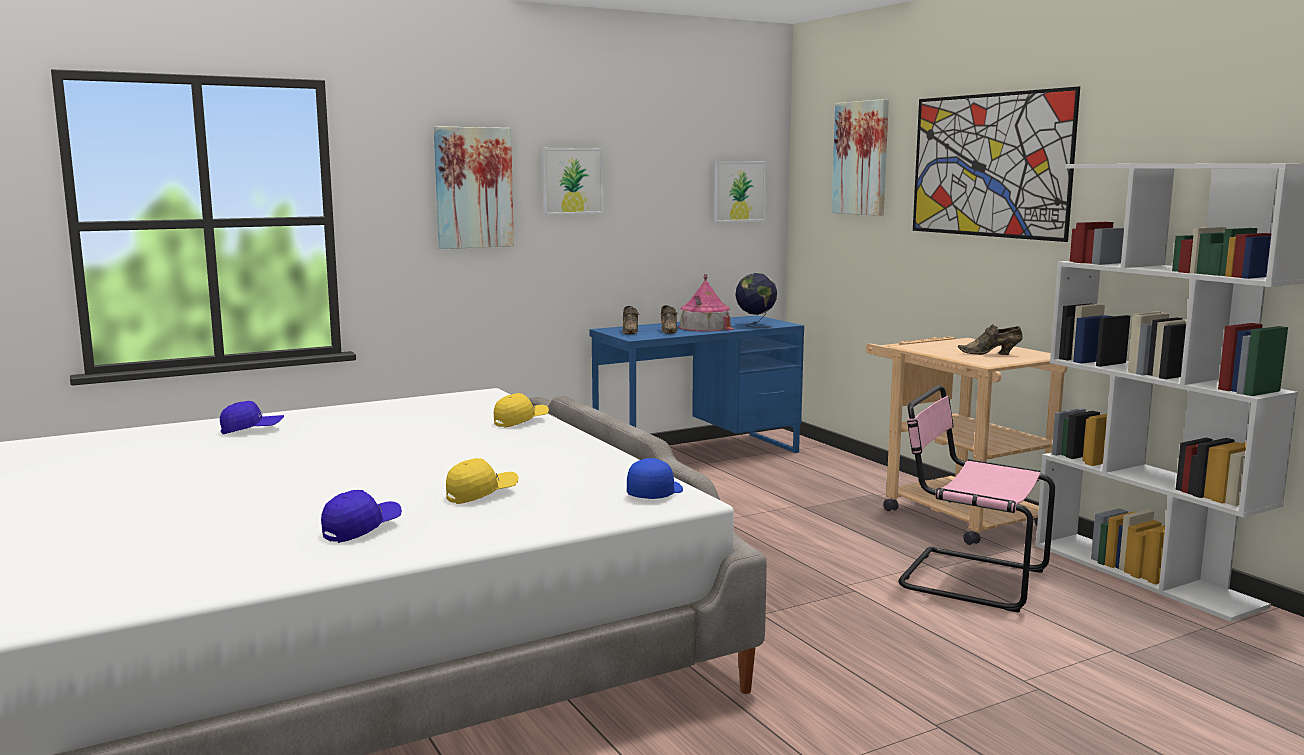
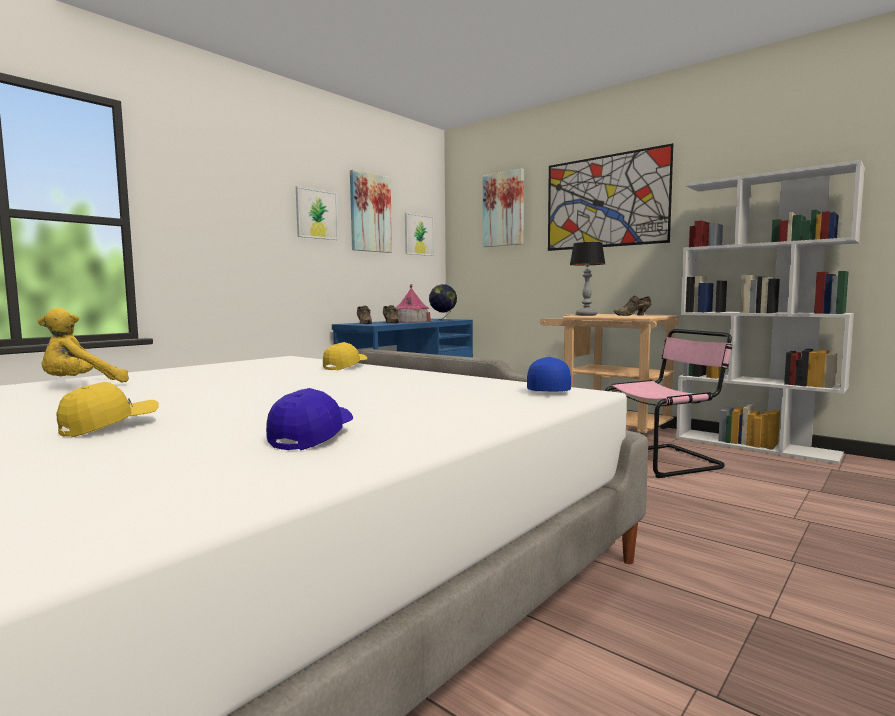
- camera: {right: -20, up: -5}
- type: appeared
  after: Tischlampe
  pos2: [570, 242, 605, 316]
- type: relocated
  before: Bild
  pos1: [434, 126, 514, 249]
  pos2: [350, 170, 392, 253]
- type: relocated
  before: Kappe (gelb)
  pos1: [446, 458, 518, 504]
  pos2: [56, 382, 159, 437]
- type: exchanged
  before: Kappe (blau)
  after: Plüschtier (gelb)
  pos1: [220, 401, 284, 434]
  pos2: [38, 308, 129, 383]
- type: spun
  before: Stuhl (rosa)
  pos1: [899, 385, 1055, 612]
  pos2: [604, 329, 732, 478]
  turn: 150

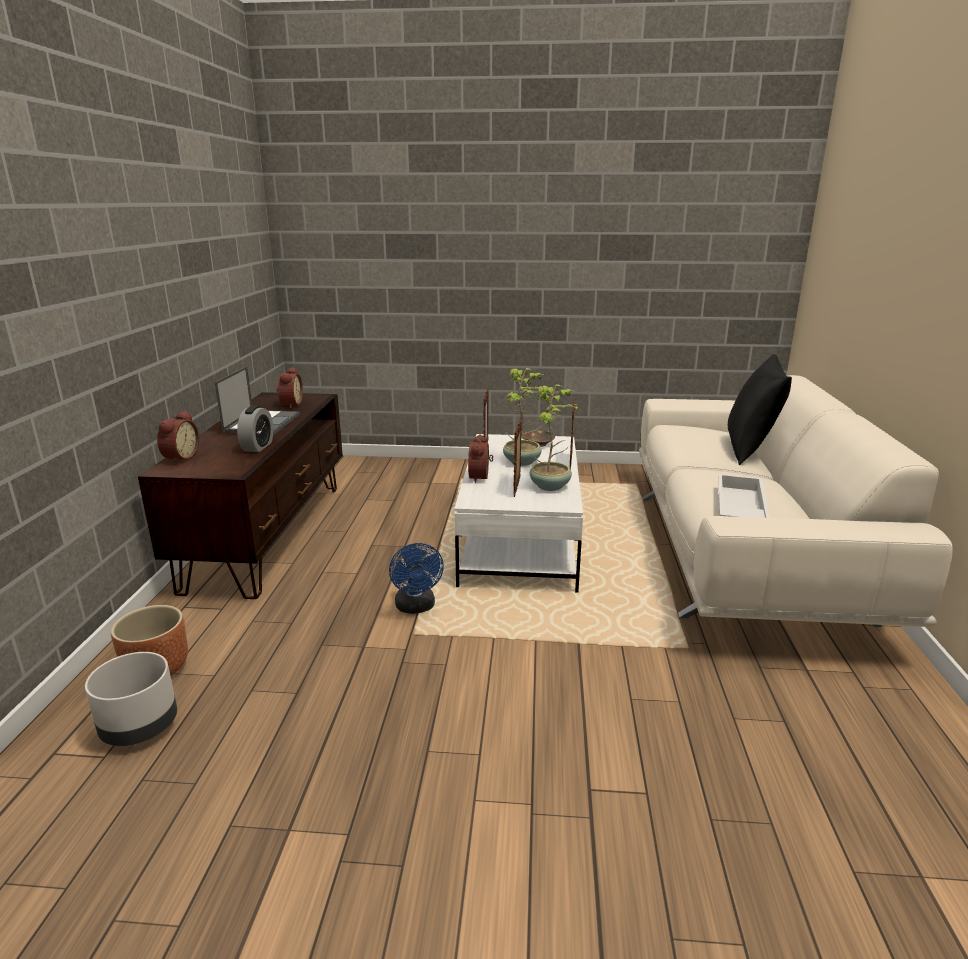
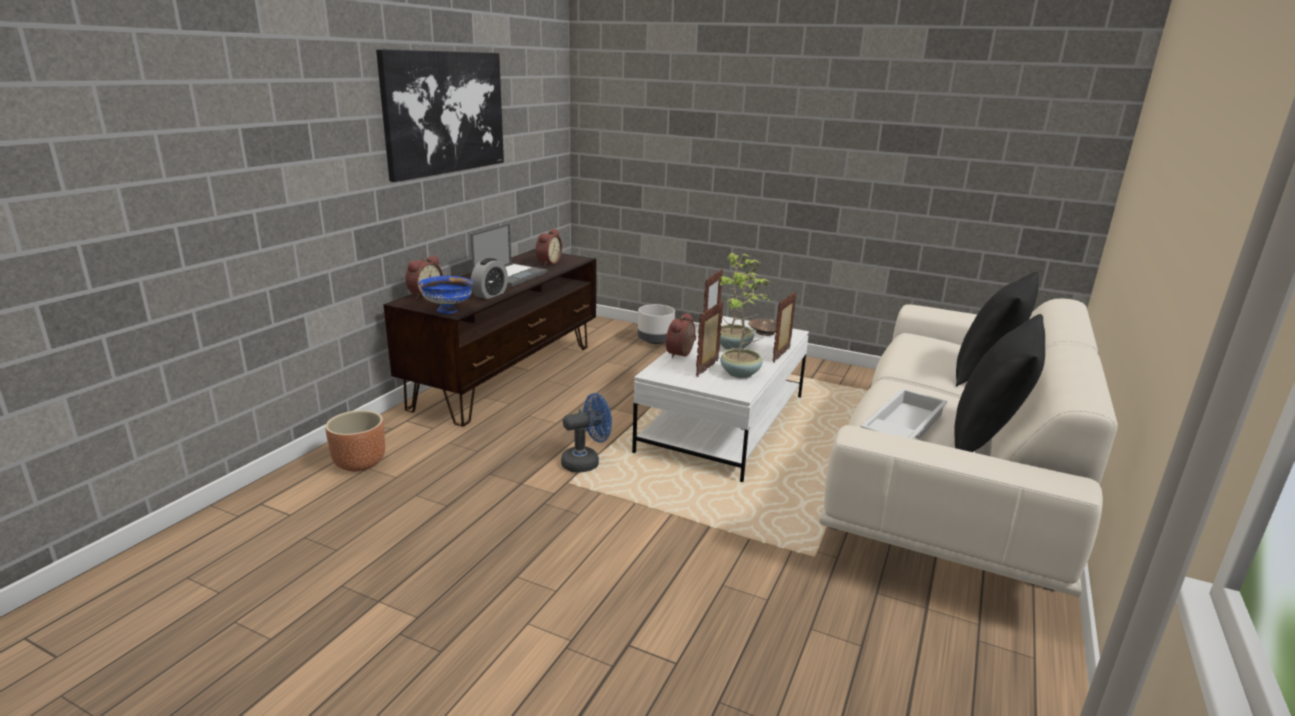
- camera: {right: 20, up: 0}
- type: appeared
  after: Bild
  pos2: [376, 49, 504, 182]
- type: appeared
  after: Schüssel (blau)
  pos2: [419, 276, 474, 314]
- type: appeared
  after: Kissen (schwarz)
  pos2: [954, 314, 1045, 452]
- type: relocated
  before: Pflanzkübel (grau)
  pos1: [85, 652, 177, 746]
  pos2: [638, 304, 675, 344]
- type: spun
  before: Ventilator (blau)
  pos1: [389, 543, 444, 614]
  pos2: [561, 393, 612, 473]
  turn: -120

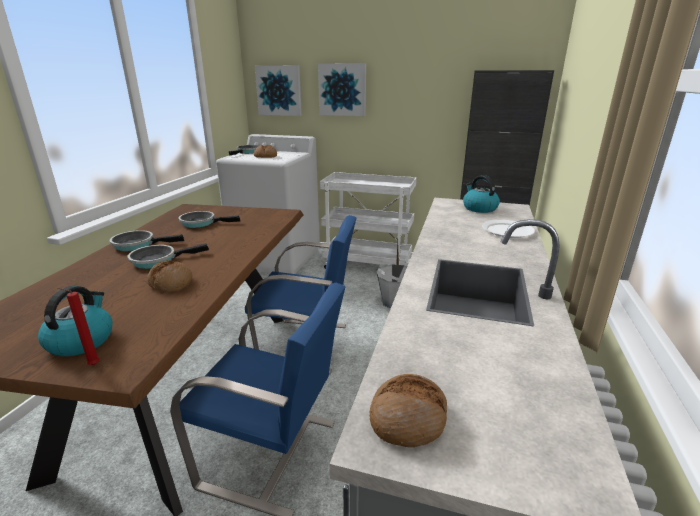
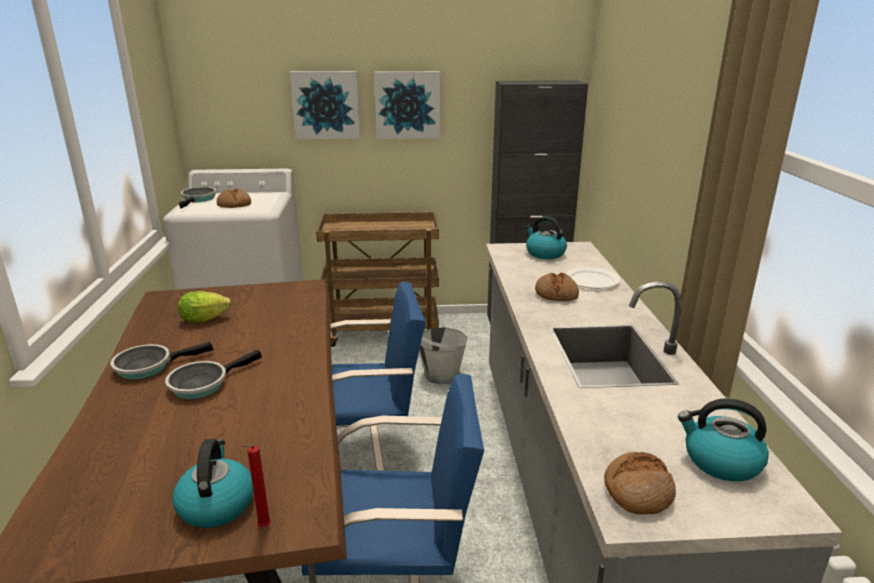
- camera: {right: -20, up: 0}
- type: appeared
  after: Wasserkessel
  pos2: [678, 398, 769, 481]
- type: relocated
  before: Brot
  pos1: [147, 260, 192, 292]
  pos2: [535, 272, 579, 301]
- type: relocated
  before: Bild
  pos1: [255, 65, 302, 116]
  pos2: [374, 71, 440, 139]
- type: exchanged
  before: Pfanne
  after: Salatkopf
  pos1: [178, 211, 240, 228]
  pos2: [178, 291, 231, 322]
- type: colour
  before: Rollwagen (weiß)
  after: Rollwagen (braun)
  pos1: [320, 172, 417, 269]
  pos2: [316, 212, 439, 347]

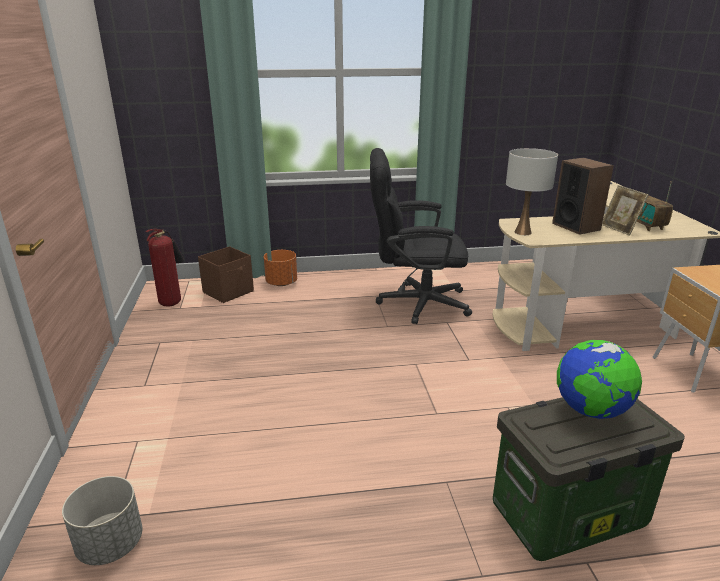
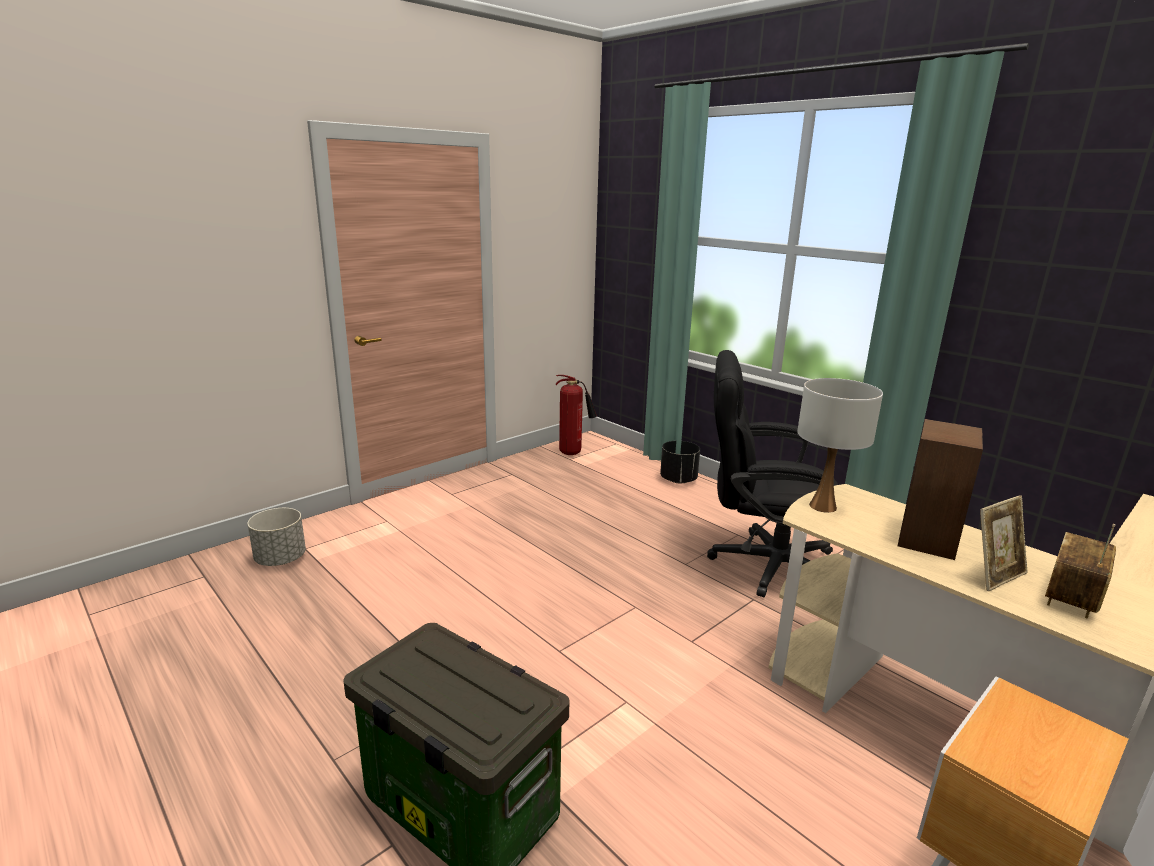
- camera: {right: 55, up: -5}
- type: missing
  before: Aufbewahrungsbox (braun)
  pos1: [198, 247, 254, 303]
- type: missing
  before: Globus
  pos1: [557, 340, 642, 419]
- type: colour
  before: Pflanzkübel (orange)
  after: Pflanzkübel (schwarz)
  pos1: [264, 250, 297, 286]
  pos2: [660, 441, 700, 483]
- type: spun
  before: Bürostuhl (schwarz)
  pos1: [370, 148, 472, 324]
  pos2: [707, 350, 838, 597]
  turn: -45
- type: spun
  before: Bilderrahmen
  pos1: [602, 185, 649, 236]
  pos2: [980, 495, 1028, 591]
  turn: -150

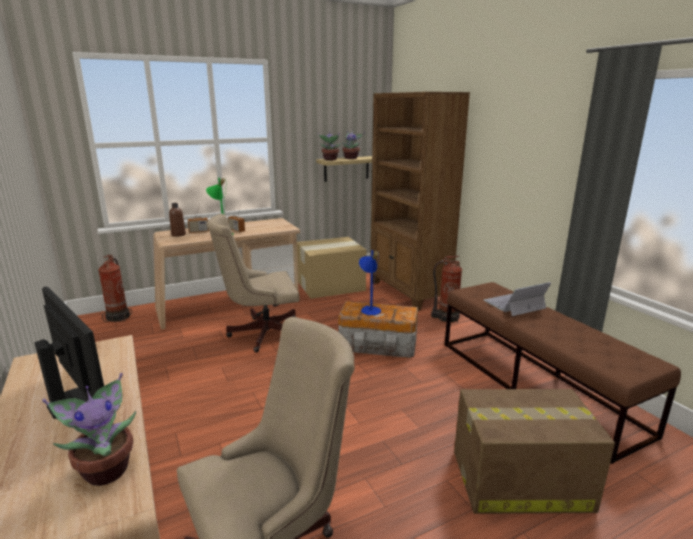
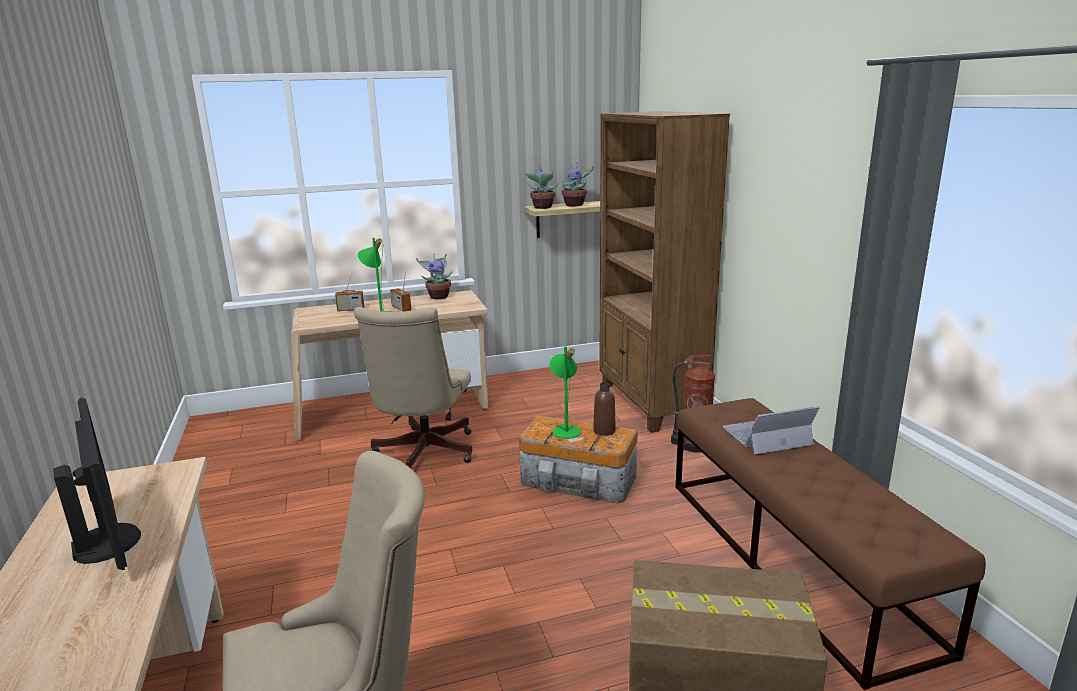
- camera: {right: 10, up: 0}
- type: missing
  before: Feuerlöscher
  pos1: [98, 255, 132, 322]
- type: missing
  before: Karton
  pos1: [297, 237, 366, 299]
- type: relocated
  before: Topfpflanze
  pos1: [42, 373, 136, 486]
  pos2: [416, 254, 453, 299]
- type: relocated
  before: Flasche (braun)
  pos1: [169, 203, 186, 237]
  pos2: [593, 382, 616, 436]
- type: colour
  before: Tischlampe (blau)
  after: Tischlampe (grün)
  pos1: [359, 250, 381, 315]
  pos2: [549, 346, 581, 439]
- type: spun
  before: Bürostuhl (beige)
  pos1: [207, 214, 299, 353]
  pos2: [354, 307, 473, 469]
  turn: -75

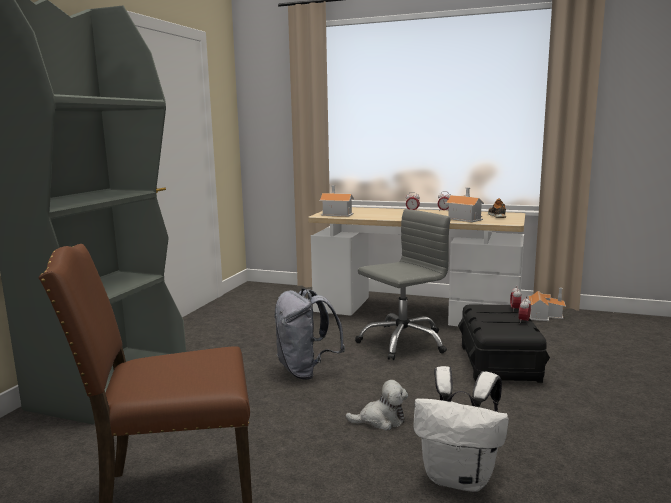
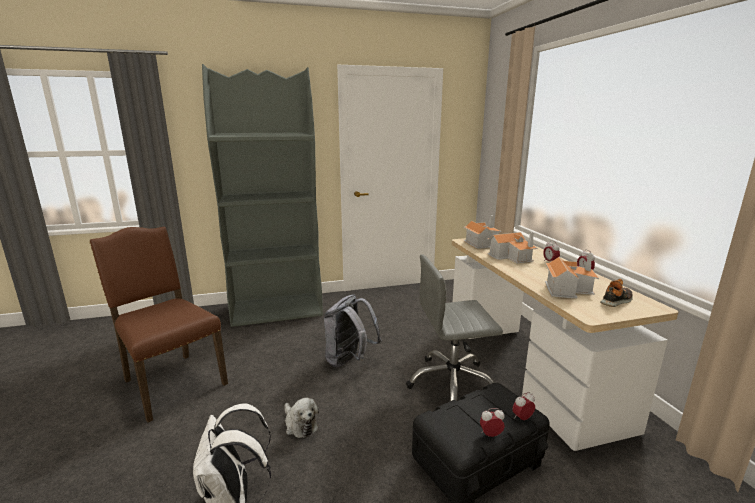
- camera: {right: 55, up: 5}
- type: relocated
  before: Spielzeughaus
  pos1: [528, 288, 566, 321]
  pos2: [487, 232, 537, 263]
- type: spun
  before: Bürostuhl (grau)
  pos1: [355, 209, 451, 360]
  pos2: [406, 255, 503, 401]
  turn: 150

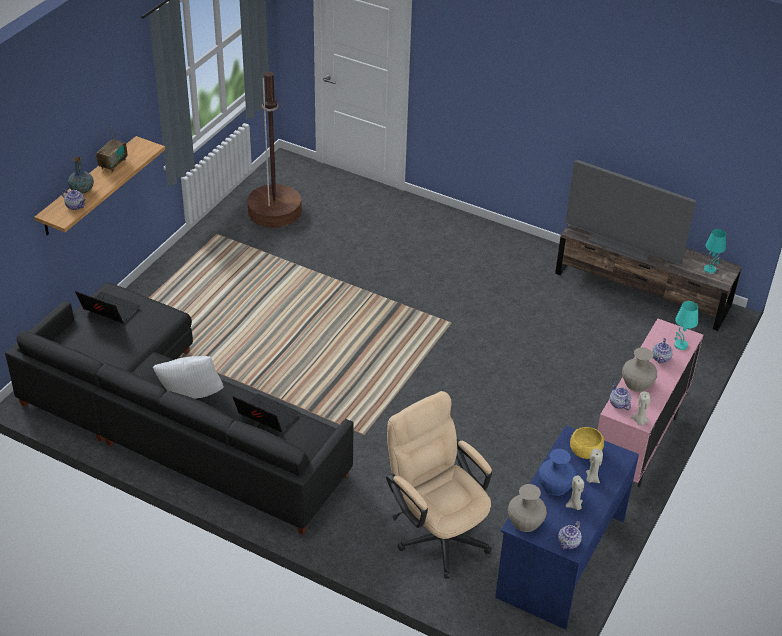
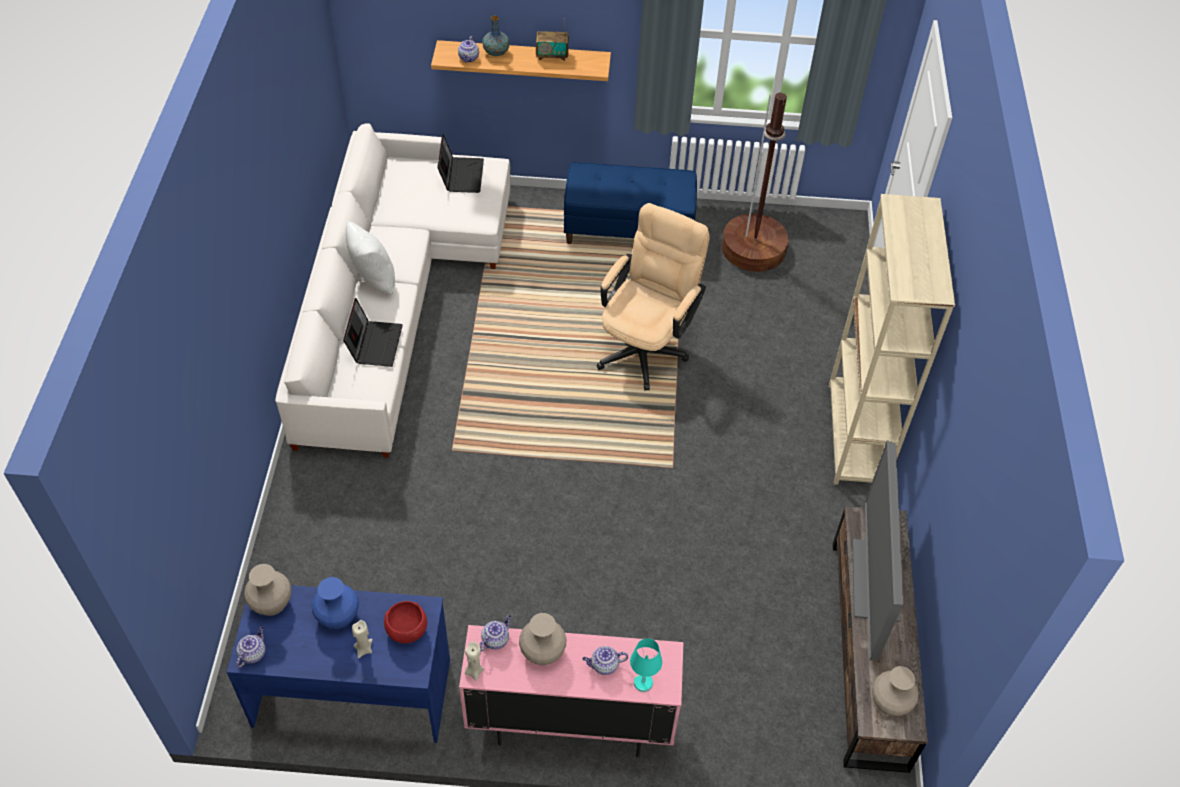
- camera: {right: 65, up: 10}
- type: missing
  before: Kerze (beige)
  pos1: [565, 476, 584, 510]
- type: appeared
  after: Bank (blau)
  pos2: [564, 162, 697, 244]
- type: appeared
  after: Bücherregal (beige)
  pos2: [829, 194, 955, 485]
- type: relocated
  before: Bürostuhl (beige)
  pos1: [386, 391, 492, 579]
  pos2: [597, 203, 710, 391]
- type: exchanged
  before: Tischlampe (türkis)
  after: Vase (beige)
  pos1: [704, 229, 726, 274]
  pos2: [872, 666, 919, 716]
- type: colour
  before: Sofa (schwarz)
  after: Sofa (weiß)
  pos1: [5, 282, 354, 535]
  pos2: [275, 123, 511, 458]
- type: colour
  before: Schüssel (gelb)
  after: Schüssel (rot)
  pos1: [570, 427, 604, 459]
  pos2: [384, 601, 427, 644]
- type: spun
  before: Teekanne
  pos1: [558, 521, 582, 549]
  pos2: [236, 626, 266, 668]
  turn: 105

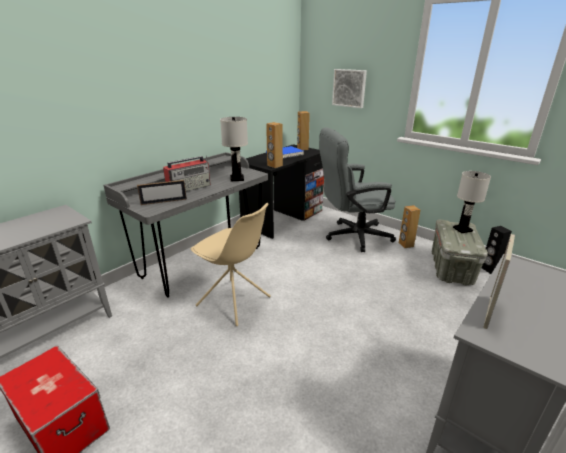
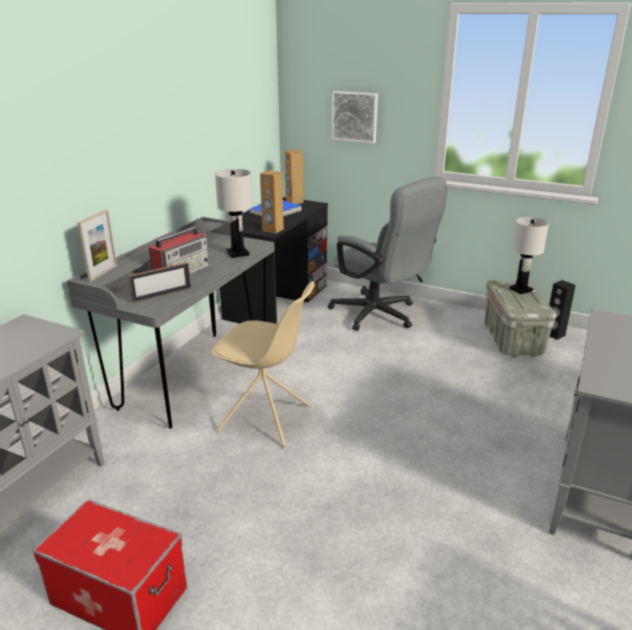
- camera: {right: -15, up: 0}
- type: missing
  before: Lautsprecher (braun)
  pos1: [399, 205, 420, 248]
- type: relocated
  before: Bilderrahmen
  pos1: [483, 234, 515, 329]
  pos2: [77, 210, 117, 282]
- type: spun
  before: Bürostuhl (grau)
  pos1: [319, 127, 396, 252]
  pos2: [328, 177, 447, 331]
  turn: -105

